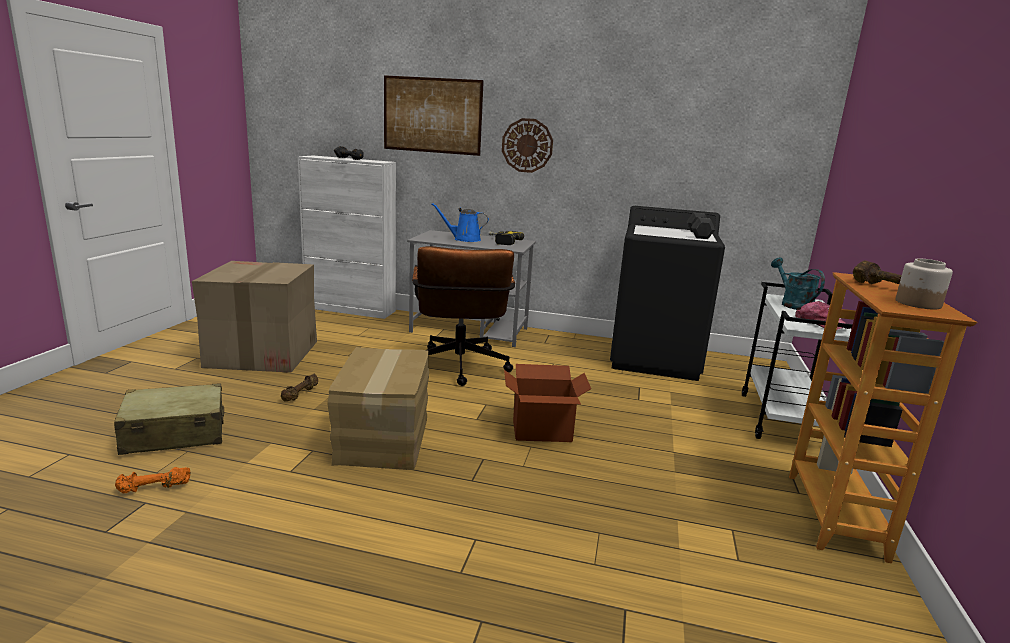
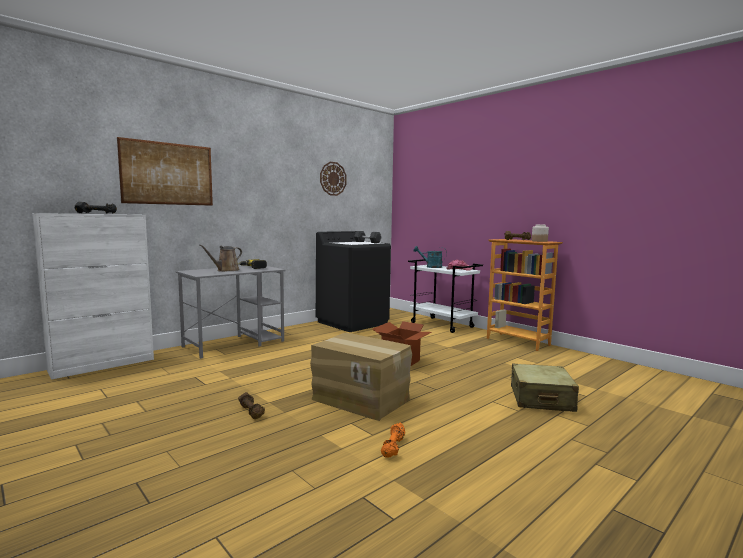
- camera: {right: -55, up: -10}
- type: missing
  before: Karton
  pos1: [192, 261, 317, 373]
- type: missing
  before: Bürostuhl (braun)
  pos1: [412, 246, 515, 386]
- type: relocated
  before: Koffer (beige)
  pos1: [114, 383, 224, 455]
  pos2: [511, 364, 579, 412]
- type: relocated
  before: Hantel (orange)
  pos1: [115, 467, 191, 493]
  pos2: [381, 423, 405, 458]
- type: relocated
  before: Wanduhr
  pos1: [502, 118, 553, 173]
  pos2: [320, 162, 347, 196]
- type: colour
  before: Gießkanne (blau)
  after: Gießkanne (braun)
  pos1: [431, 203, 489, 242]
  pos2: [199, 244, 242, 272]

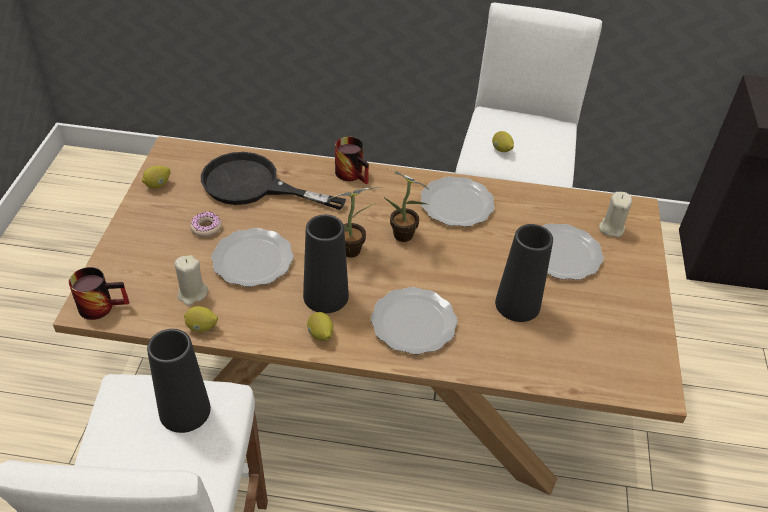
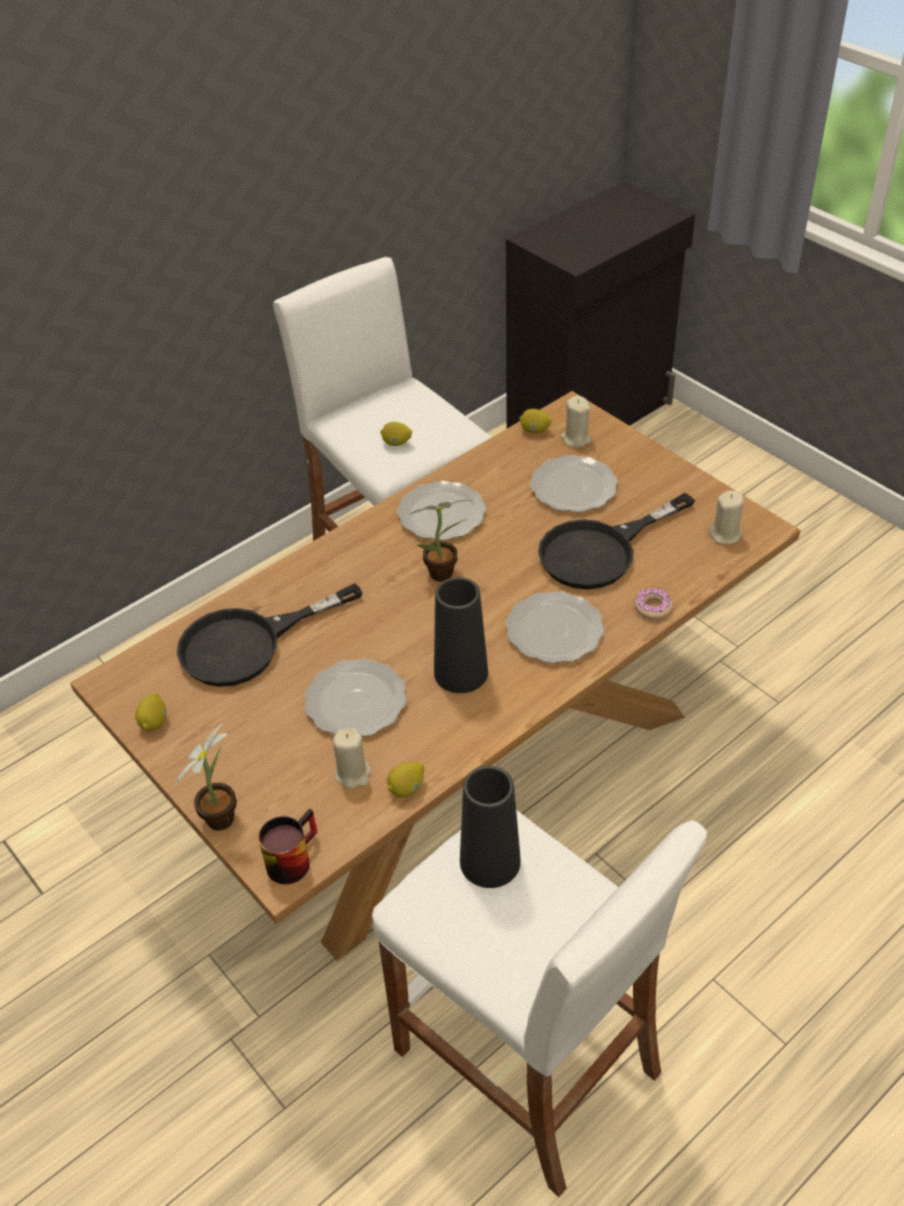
- camera: {right: -45, up: 0}
- type: missing
  before: Henkelbecher
  pos1: [335, 137, 369, 184]
- type: appeared
  after: Kerze (beige)
  pos2: [709, 491, 744, 544]
- type: relocated
  before: Donut
  pos1: [190, 212, 222, 237]
  pos2: [634, 588, 673, 619]
- type: relocated
  before: Zitrone
  pos1: [307, 312, 333, 341]
  pos2: [519, 409, 552, 433]
- type: relocated
  before: Topfpflanze
  pos1: [327, 187, 382, 258]
  pos2: [174, 722, 237, 831]
- type: exchanged
  before: Vase (schwarz)
  after: Pfanne (schwarz)
  pos1: [495, 224, 553, 322]
  pos2: [538, 493, 695, 589]

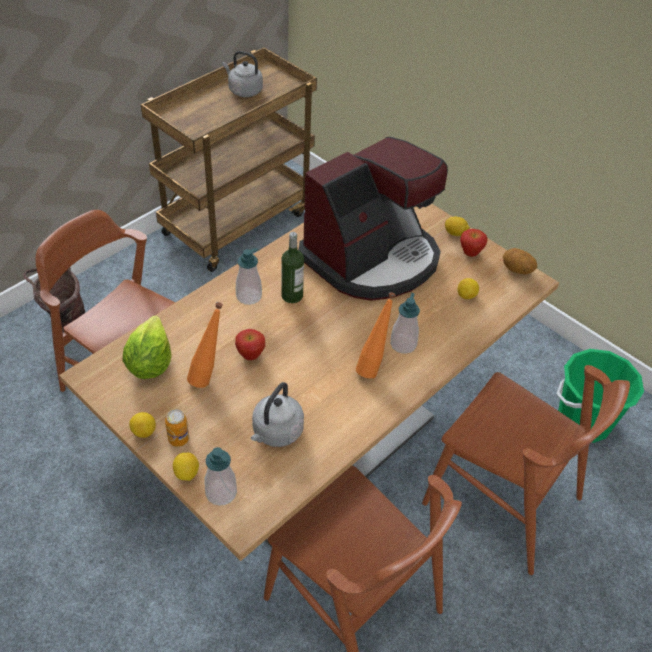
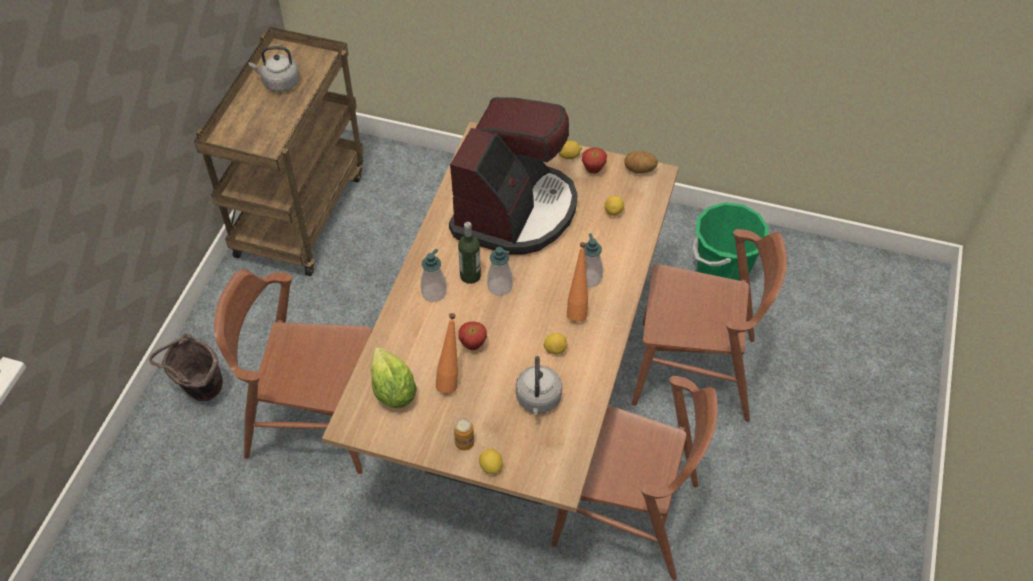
- camera: {right: -25, up: 5}
- type: relocated
  before: Zitrone
  pos1: [129, 412, 156, 438]
  pos2: [543, 333, 567, 354]
- type: relocated
  before: Seifenspender
  pos1: [205, 447, 237, 506]
  pos2: [487, 247, 513, 296]

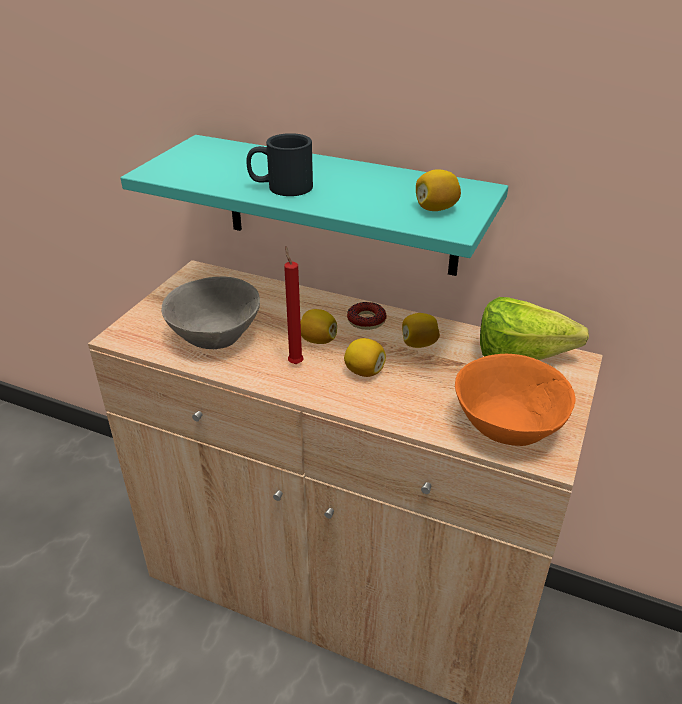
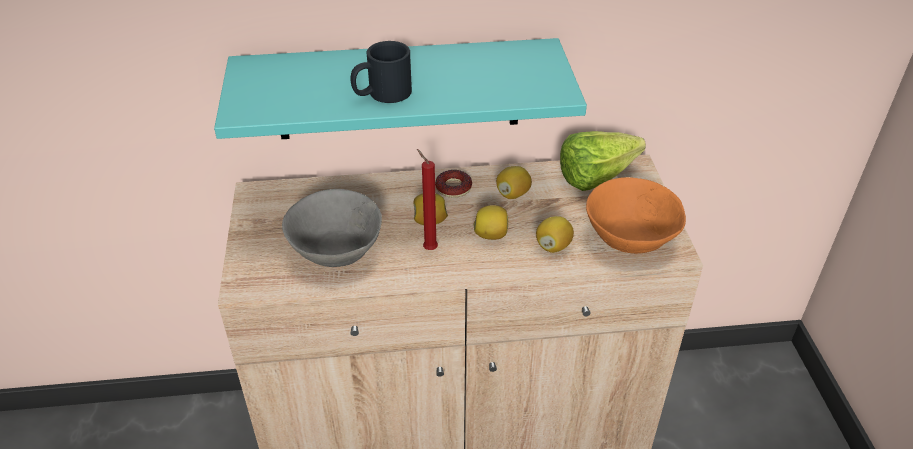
- camera: {right: -30, up: 5}
- type: relocated
  before: Zitrone
  pos1: [416, 169, 461, 211]
  pos2: [536, 216, 574, 253]

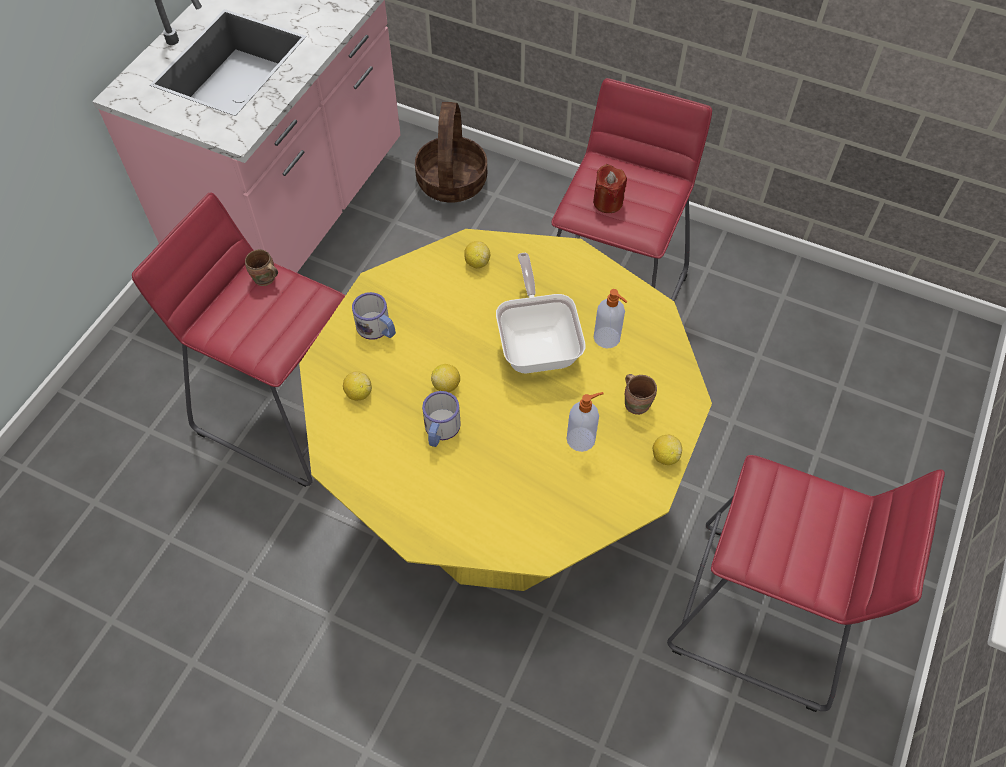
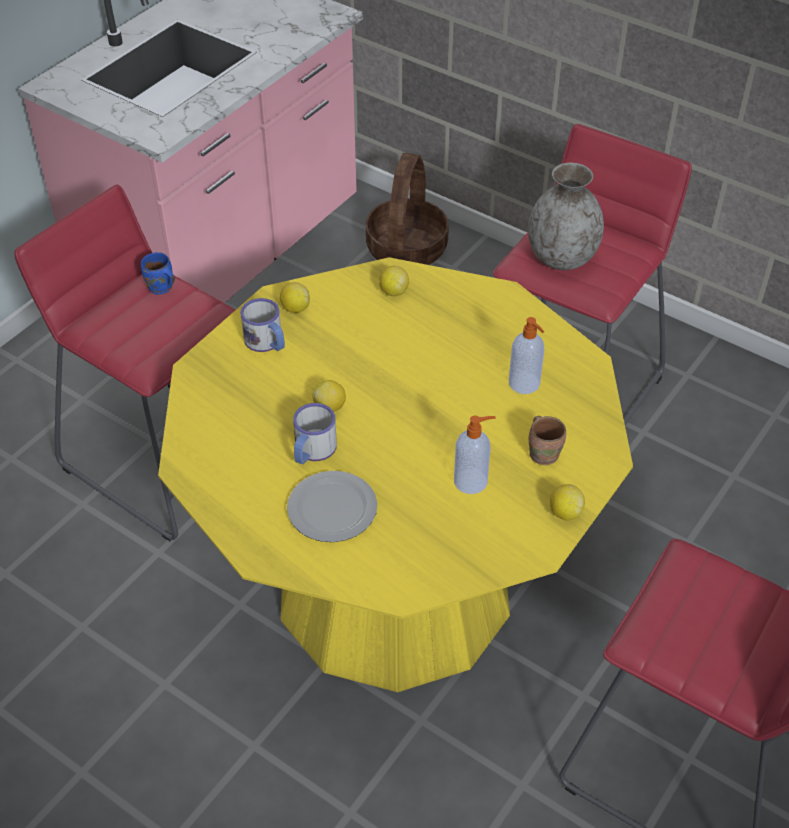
- camera: {right: 10, up: -10}
- type: missing
  before: Pfanne
  pos1: [496, 253, 585, 373]
- type: appeared
  after: Teller
  pos2: [287, 471, 377, 542]
- type: relocated
  before: Zitrone
  pos1: [343, 371, 372, 400]
  pos2: [280, 282, 310, 313]
- type: exchanged
  before: Kerze (rot)
  after: Vase (grau)
  pos1: [593, 164, 627, 213]
  pos2: [528, 163, 604, 270]
- type: colour
  before: Henkelbecher (braun)
  after: Henkelbecher (blau)
  pos1: [245, 249, 278, 286]
  pos2: [141, 252, 175, 294]

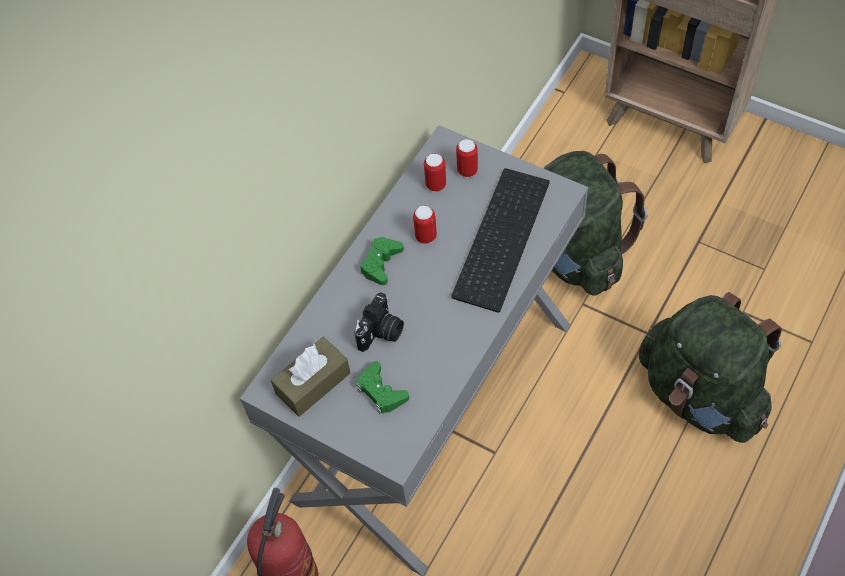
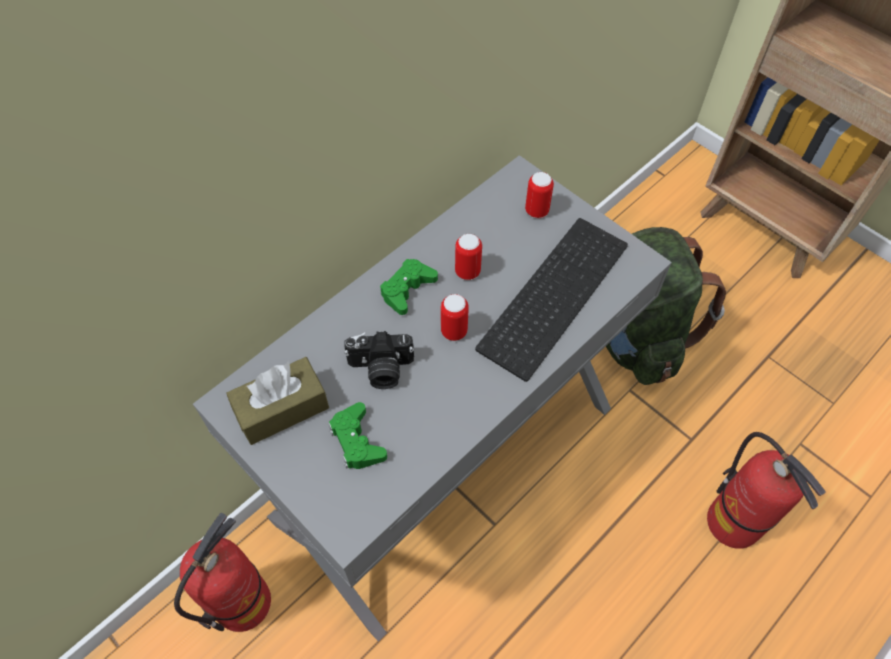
- camera: {right: 10, up: 0}
- type: relocated
  before: Dose
  pos1: [424, 153, 446, 191]
  pos2: [441, 294, 469, 341]
- type: exchanged
  before: Rucksack (grün)
  after: Feuerlöscher
  pos1: [639, 292, 782, 443]
  pos2: [707, 432, 825, 549]
- type: spun
  before: Kamera
  pos1: [354, 293, 404, 352]
  pos2: [344, 331, 414, 389]
  turn: 45

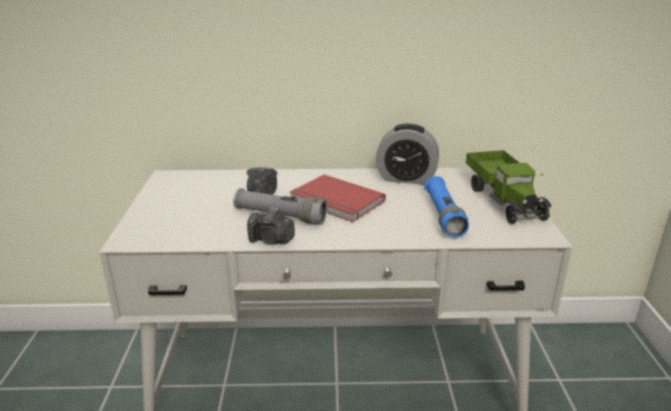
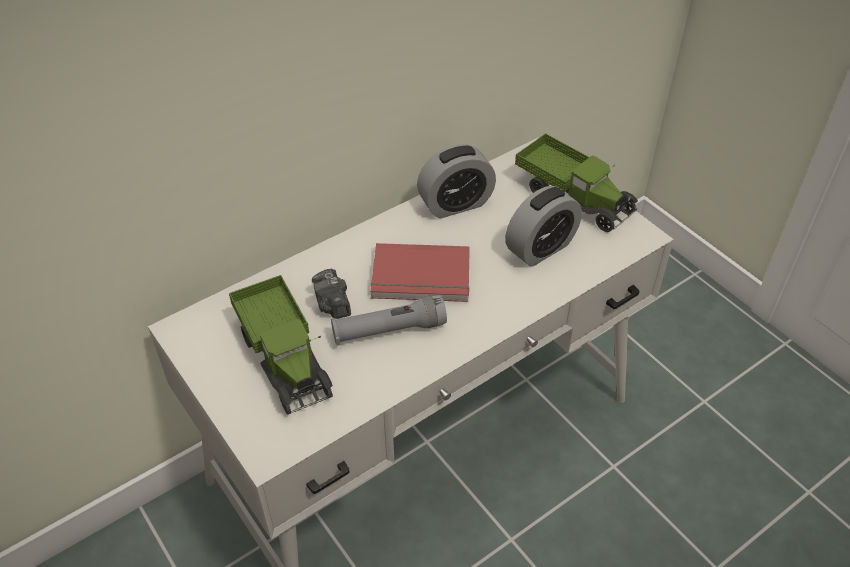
- camera: {right: -35, up: 20}
- type: missing
  before: Kamera
  pos1: [247, 207, 295, 244]
- type: appeared
  after: Spielzeuglaster
  pos2: [229, 275, 333, 415]
- type: exchanged
  before: Taschenlampe (blau)
  after: Wecker
  pos1: [424, 176, 469, 238]
  pos2: [505, 186, 582, 267]

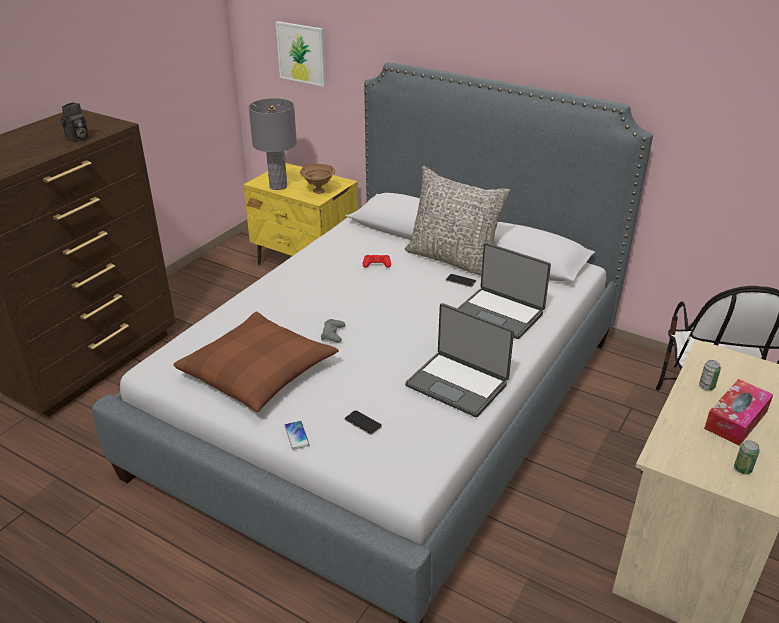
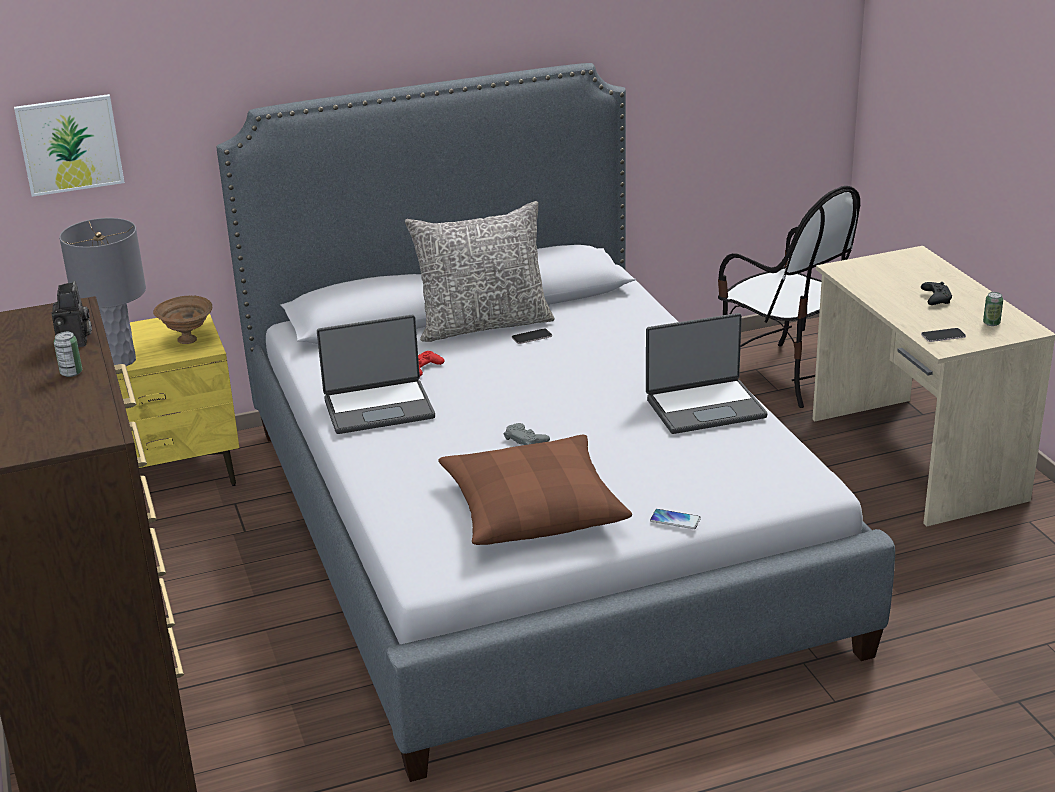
- camera: {right: -50, up: -5}
- type: relocated
  before: Handy
  pos1: [345, 410, 382, 435]
  pos2: [921, 328, 966, 342]
- type: relocated
  before: Laptop
  pos1: [457, 242, 551, 339]
  pos2: [317, 315, 435, 434]
- type: relocated
  before: Dose
  pos1: [699, 360, 721, 390]
  pos2: [54, 332, 82, 377]
- type: exchanged
  before: Taschentuchbox
  after: Gamepad (schwarz)
  pos1: [704, 379, 773, 446]
  pos2: [921, 282, 952, 305]

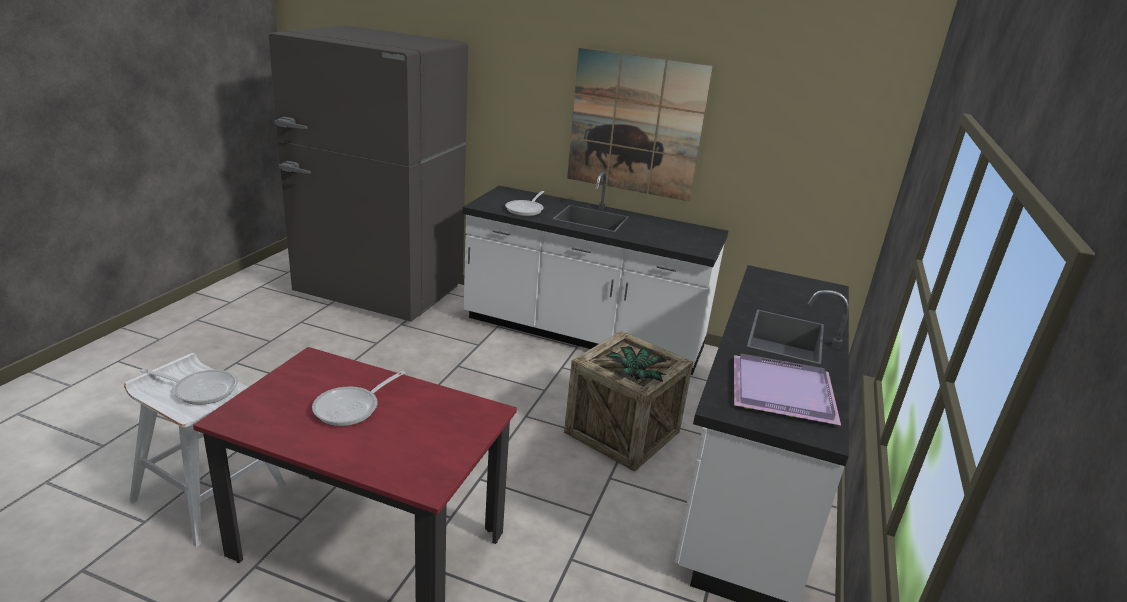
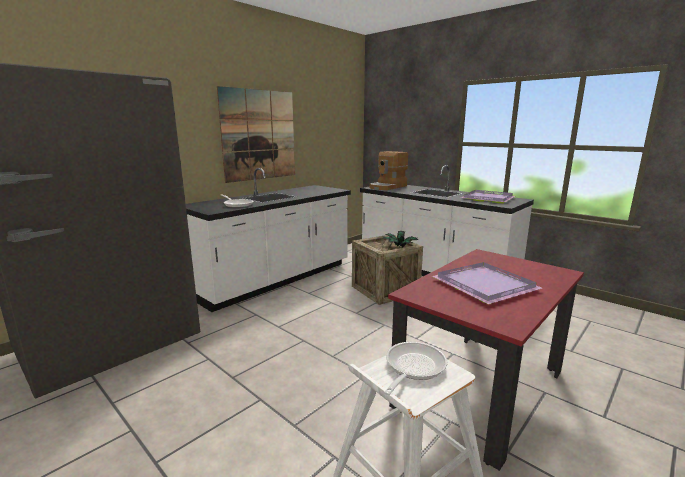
- camera: {right: -65, up: -10}
- type: appeared
  after: Kaffeemaschine
  pos2: [369, 151, 408, 190]
- type: exchanged
  before: Pfanne
  after: Tablett (lila)
  pos1: [312, 371, 405, 426]
  pos2: [432, 262, 542, 304]

